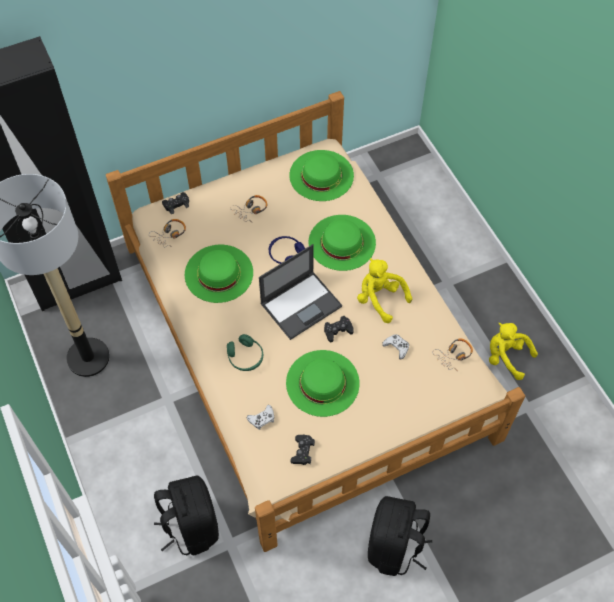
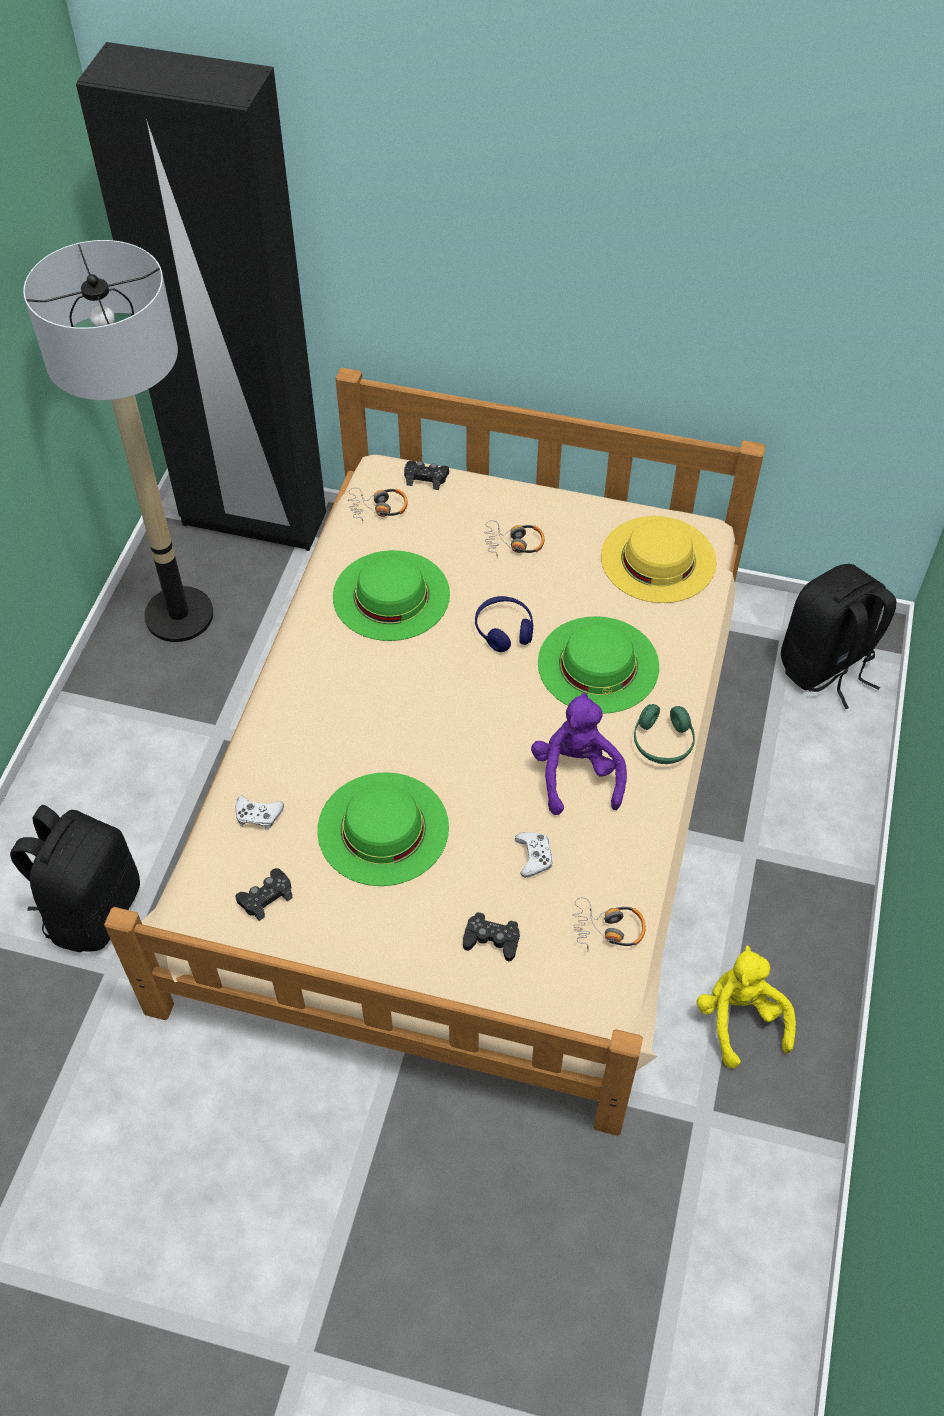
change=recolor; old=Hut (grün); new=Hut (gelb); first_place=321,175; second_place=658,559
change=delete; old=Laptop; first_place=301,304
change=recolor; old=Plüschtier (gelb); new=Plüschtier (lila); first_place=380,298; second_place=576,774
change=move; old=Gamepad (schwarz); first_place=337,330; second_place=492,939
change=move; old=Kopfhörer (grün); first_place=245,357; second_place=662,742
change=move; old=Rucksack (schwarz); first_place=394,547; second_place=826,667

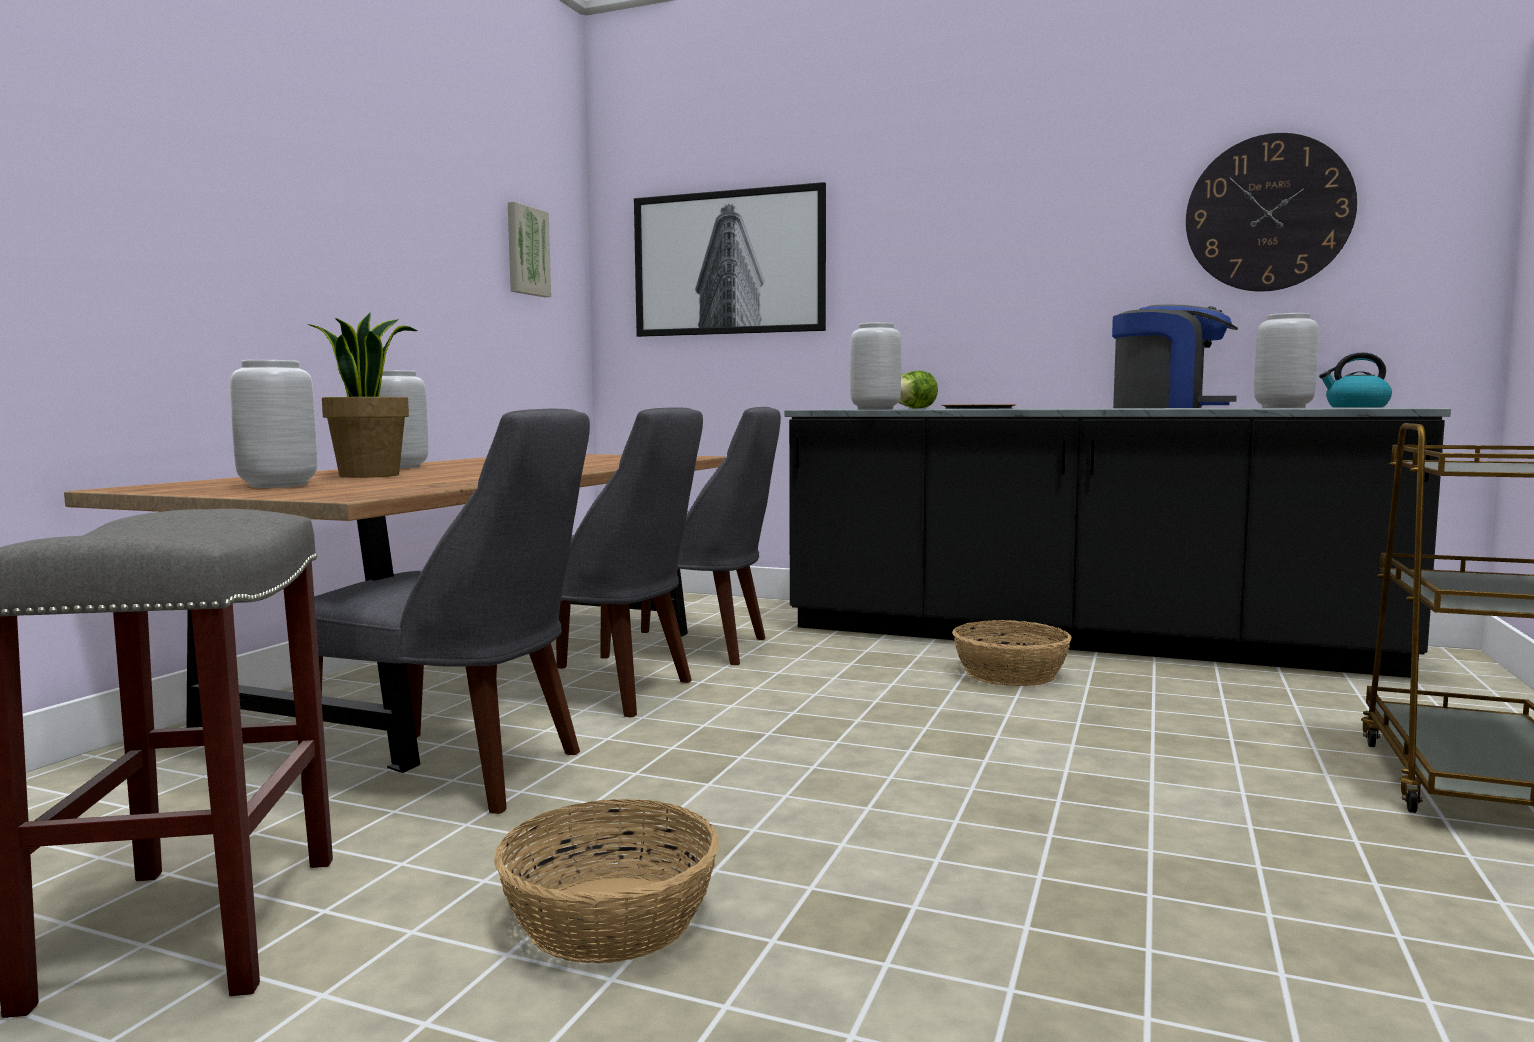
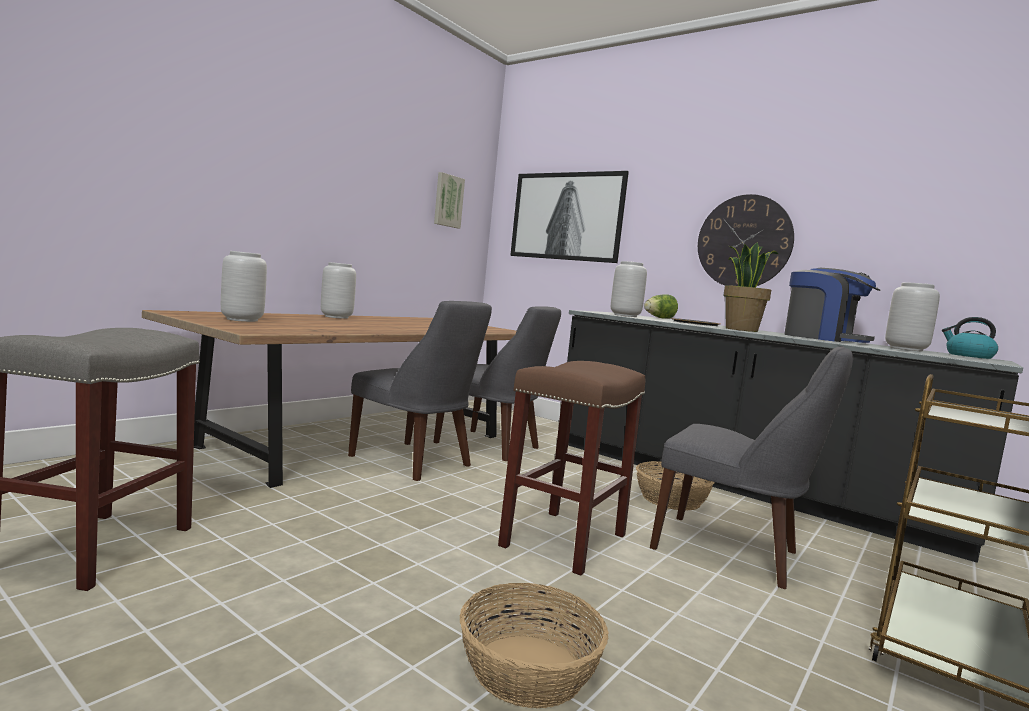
change=move; old=Wanduhr; first_place=1268,213; second_place=744,242
change=move; old=Topfpflanze; first_place=369,475; second_place=741,330
change=move; old=Stuhl (grau); first_place=461,773; second_place=732,552
change=move; old=Korb; first_place=612,919; second_place=529,670
change=insert; new=Hocker (braun); second_place=564,541

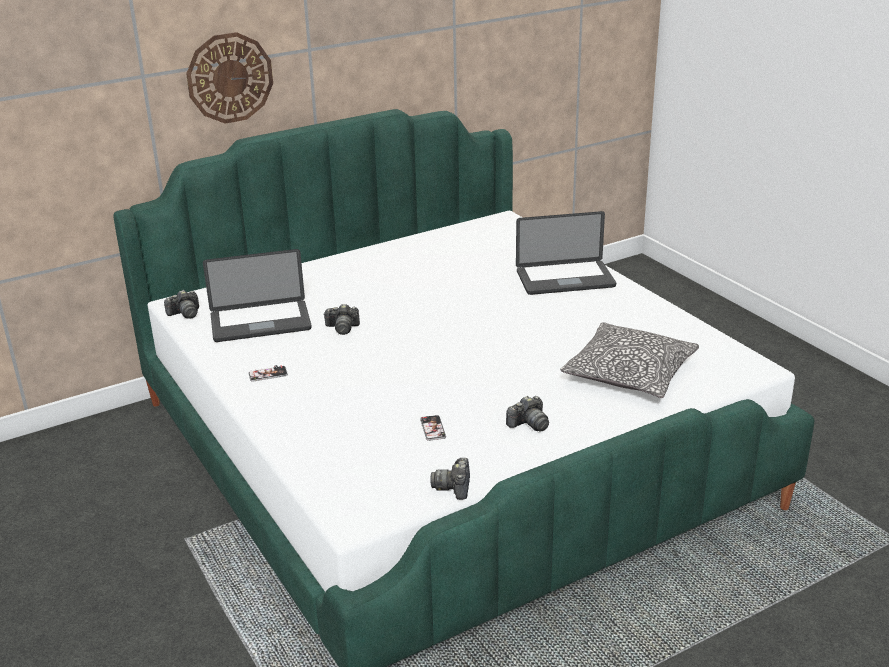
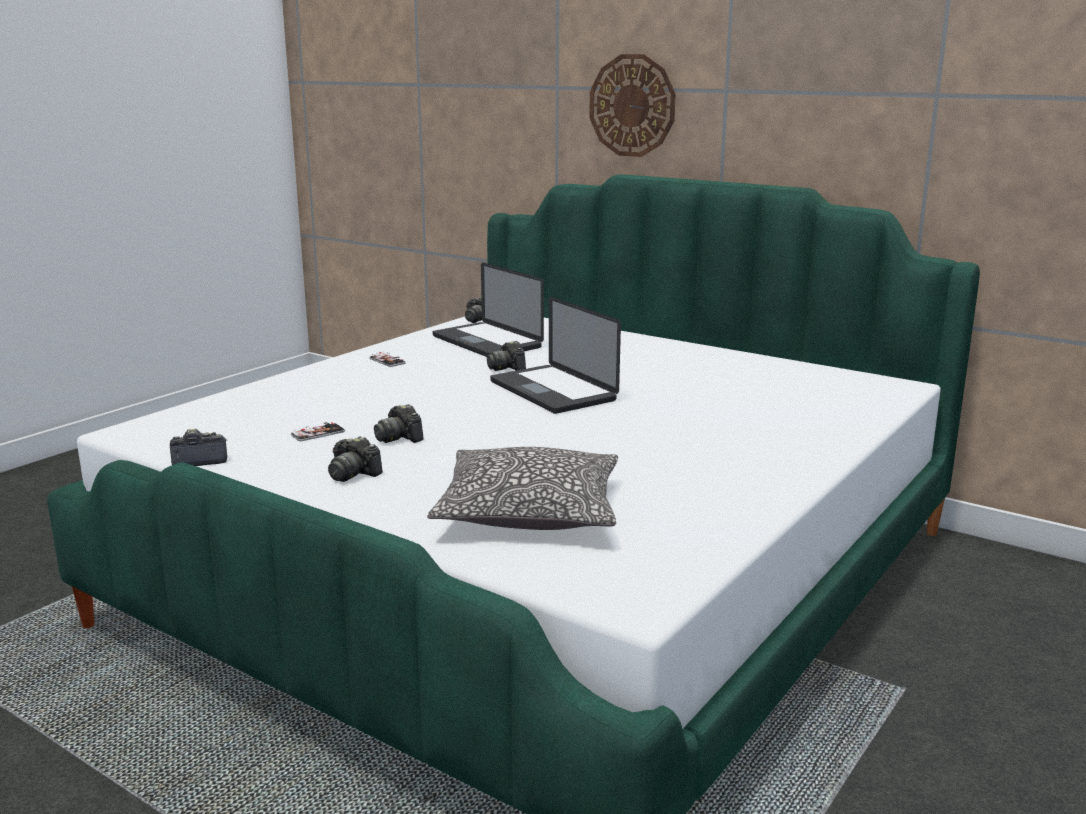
change=move; old=Laptop; first_place=565,279; second_place=552,391
change=insert; new=Kamera; second_place=399,437

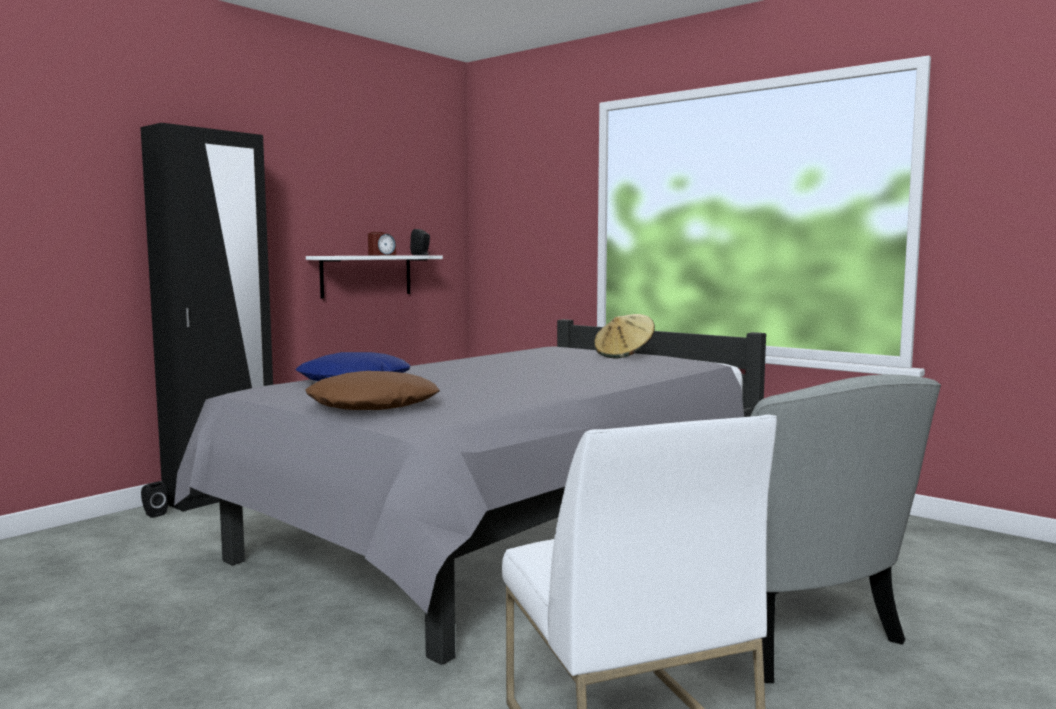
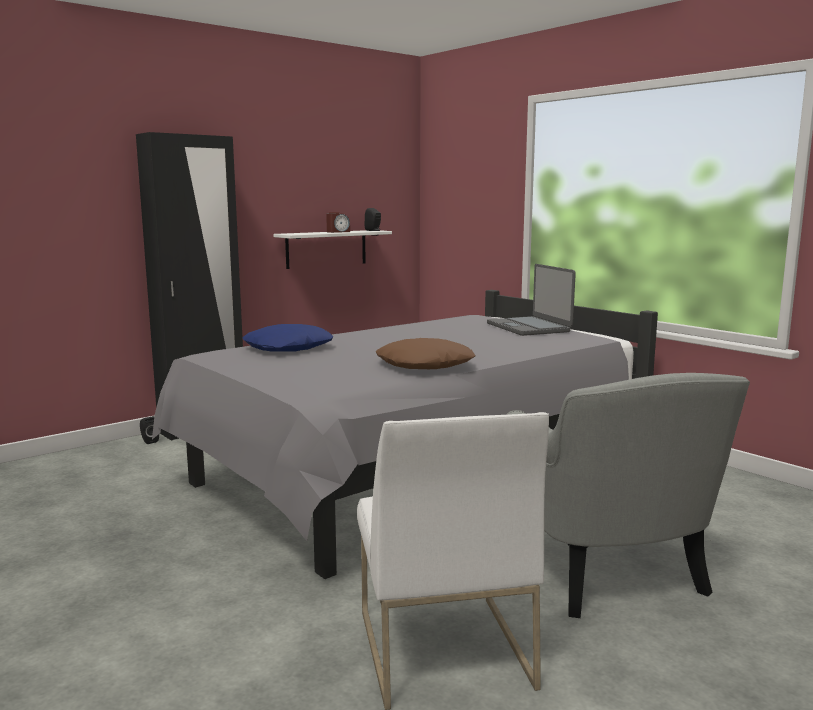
change=replace; old=Hut (beige); new=Laptop; first_place=624,355; second_place=529,327
change=move; old=Kissen (braun); first_place=372,405; second_place=424,364

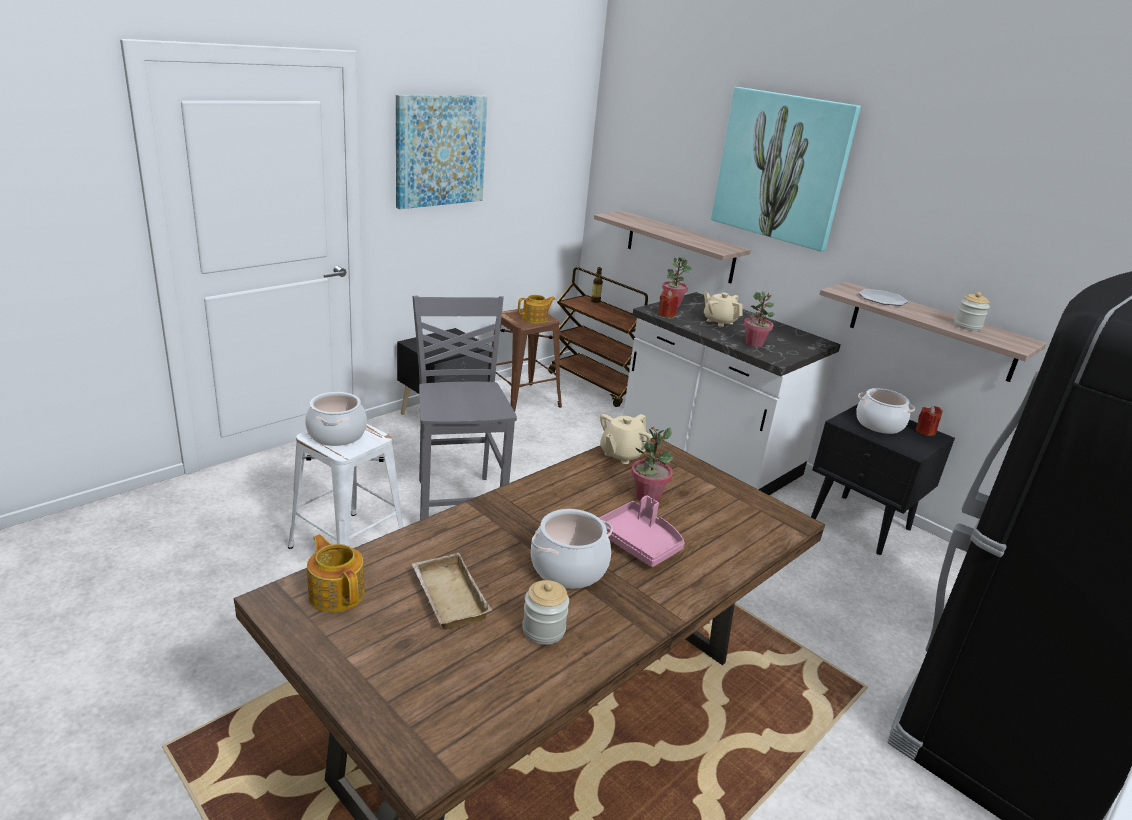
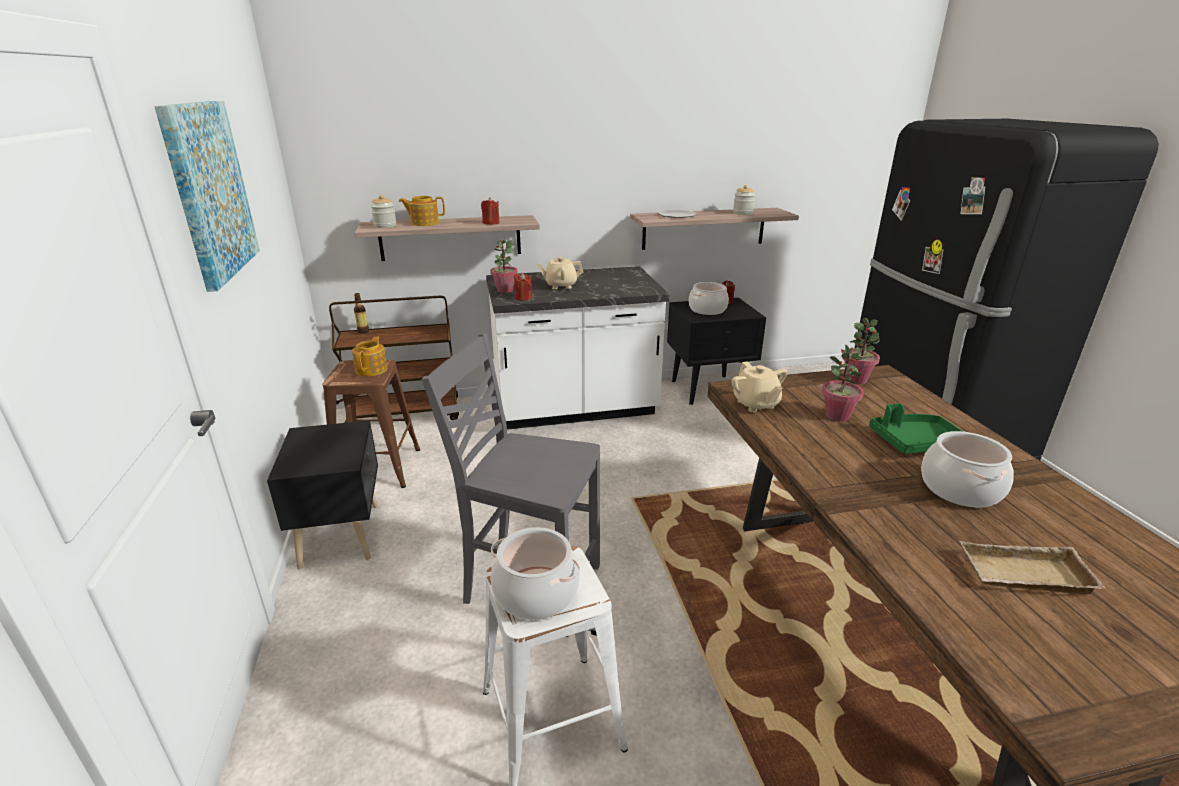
change=delete; old=Bild; first_place=782,167
change=move; old=Topfpflanze; first_place=754,344; second_place=856,379
change=recolor; old=Tablett (rosa); new=Tablett (grün); first_place=639,542; second_place=915,442
change=move; old=Teekanne; first_place=336,593; second_place=424,223
change=move; old=Vorratsglas; first_place=543,630; second_place=385,226
change=insert; new=Kerze (rot); second_place=491,223

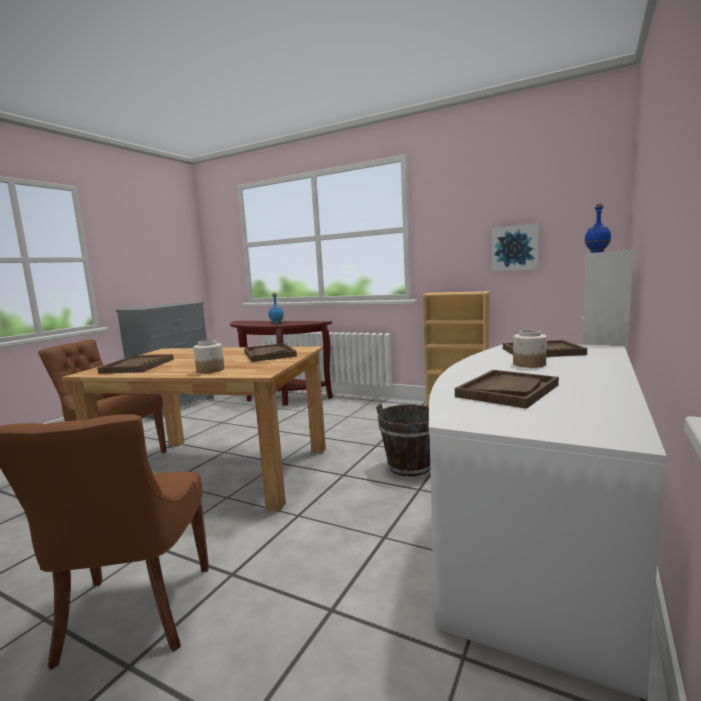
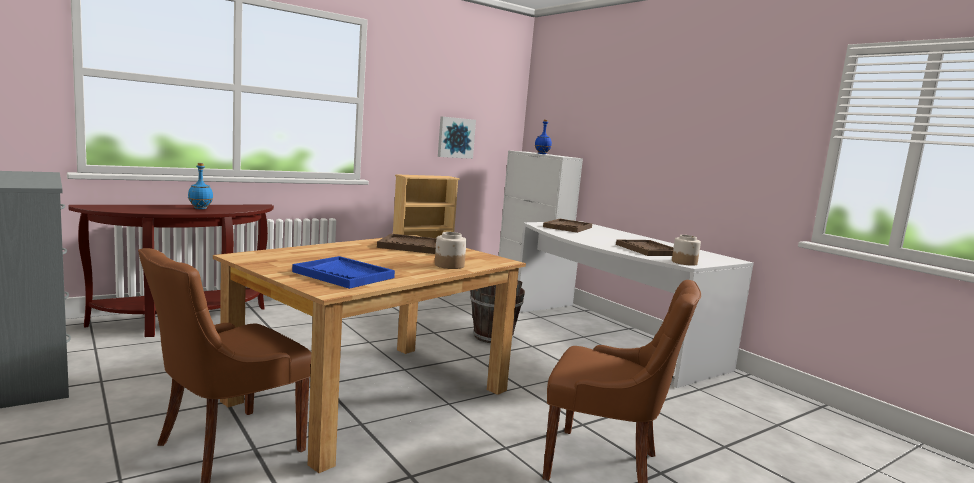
change=move; old=Vorratsglas; first_place=529,364; second_place=684,262
change=recolor; old=Tablett (braun); new=Tablett (blau); first_place=138,366; second_place=344,275

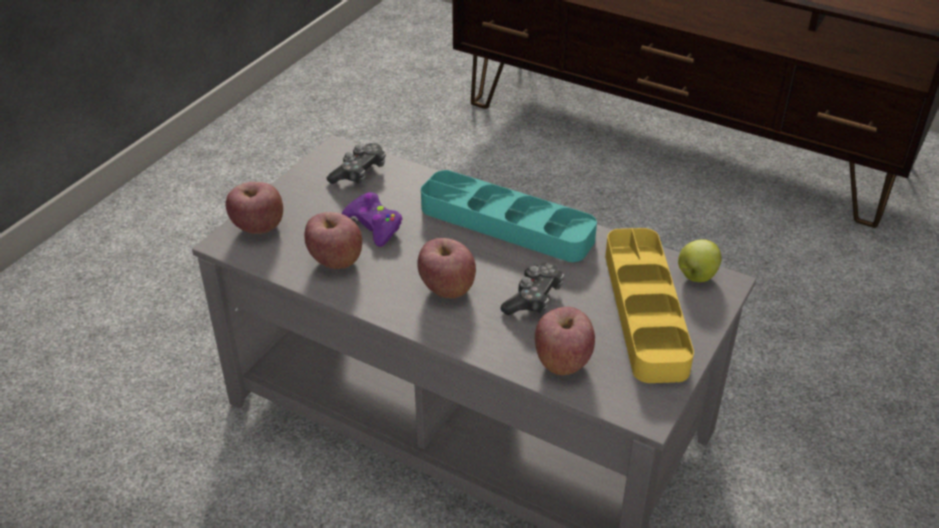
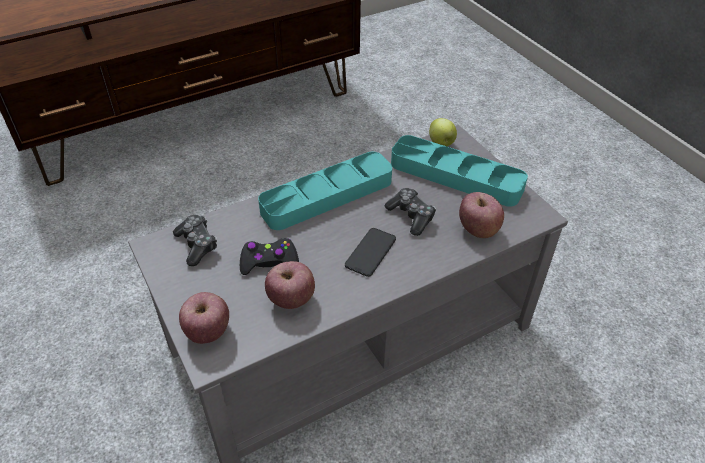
change=recolor; old=Gamepad (lila); new=Gamepad (schwarz); first_place=374,225; second_place=269,261
change=recolor; old=Tablett (gelb); new=Tablett (türkis); first_place=645,310; second_place=456,176
change=replace; old=Apfel; new=Handy; first_place=447,288; second_place=370,252

